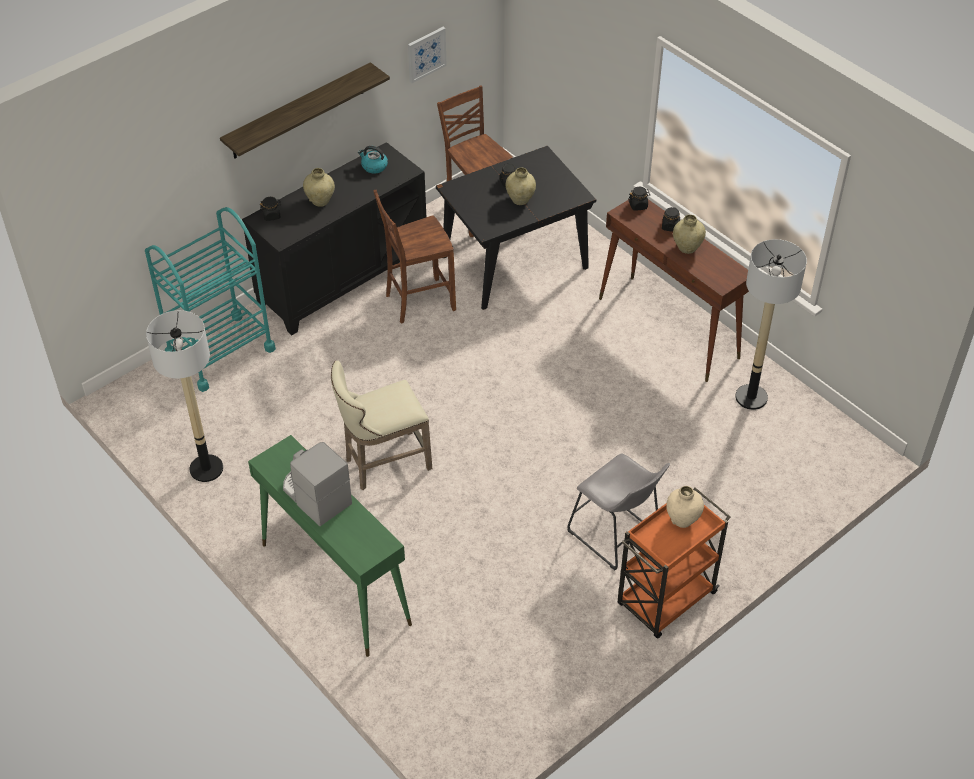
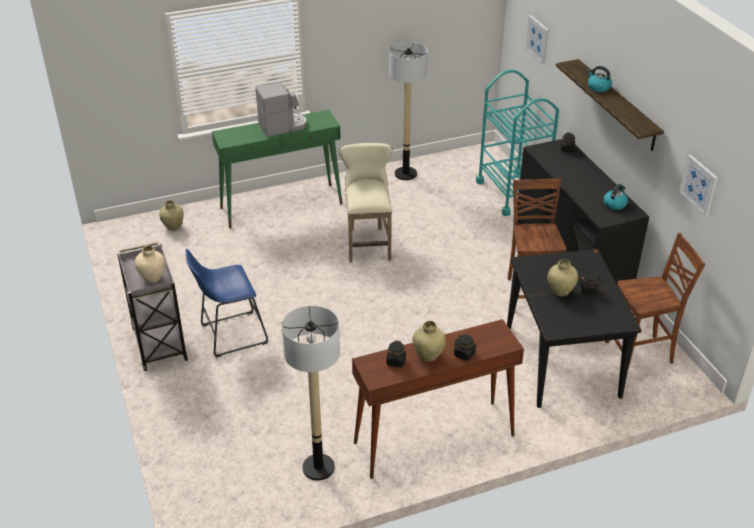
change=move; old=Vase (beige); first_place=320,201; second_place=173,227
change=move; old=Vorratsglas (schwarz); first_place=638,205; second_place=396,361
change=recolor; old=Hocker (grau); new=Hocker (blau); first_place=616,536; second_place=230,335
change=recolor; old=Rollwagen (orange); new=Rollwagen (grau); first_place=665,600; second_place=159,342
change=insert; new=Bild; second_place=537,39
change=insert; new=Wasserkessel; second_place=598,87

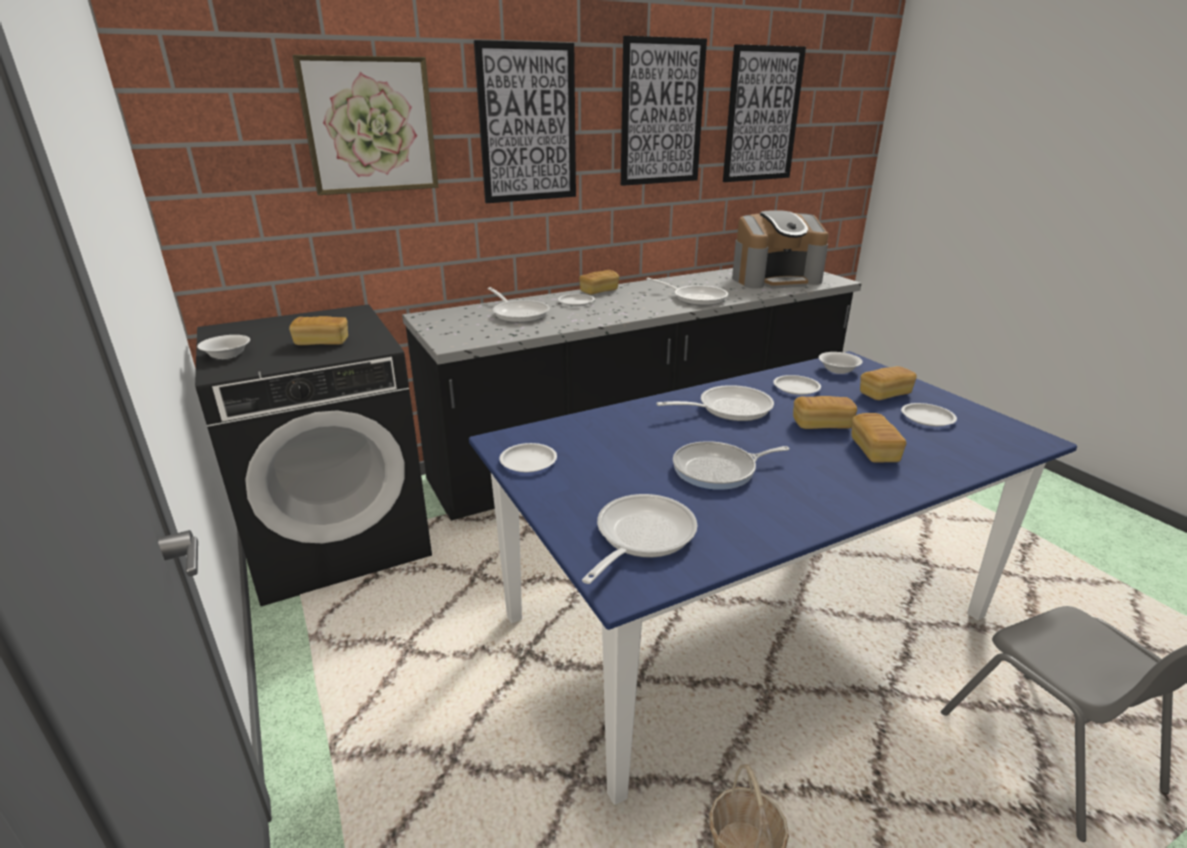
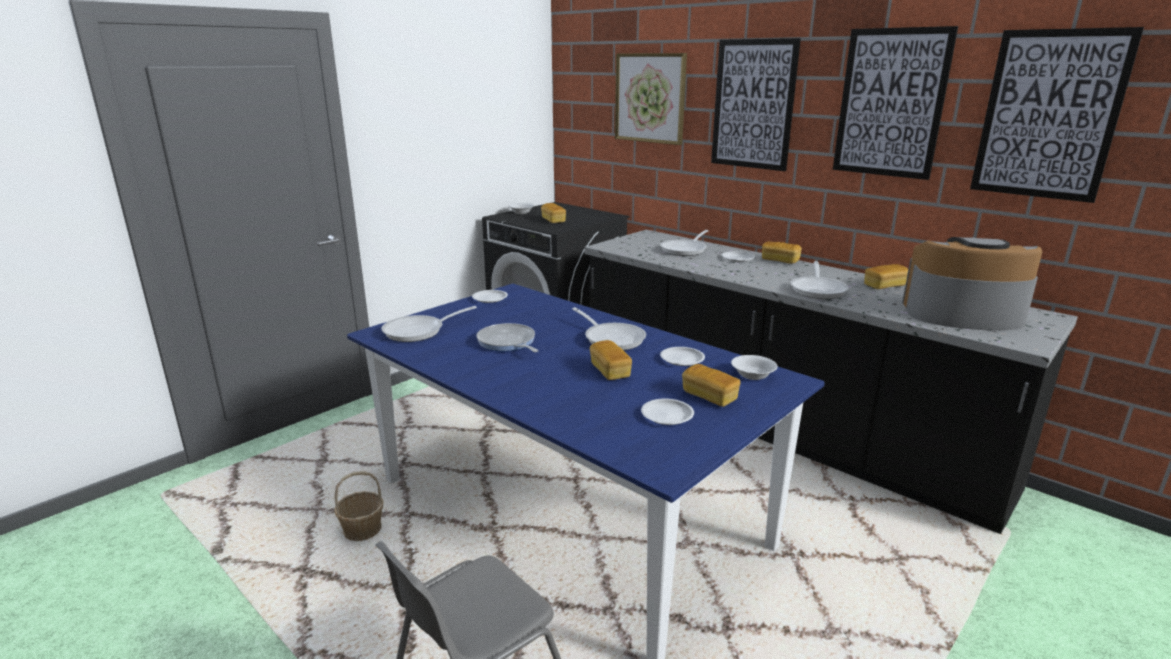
change=rotate; old=Kaffeemaschine; first_place=775,279; second_place=961,314; degrees=135
change=move; old=Brot; first_place=874,450; second_place=884,286
change=rotate; old=Pfanne; first_place=640,537; second_place=419,331; degrees=135

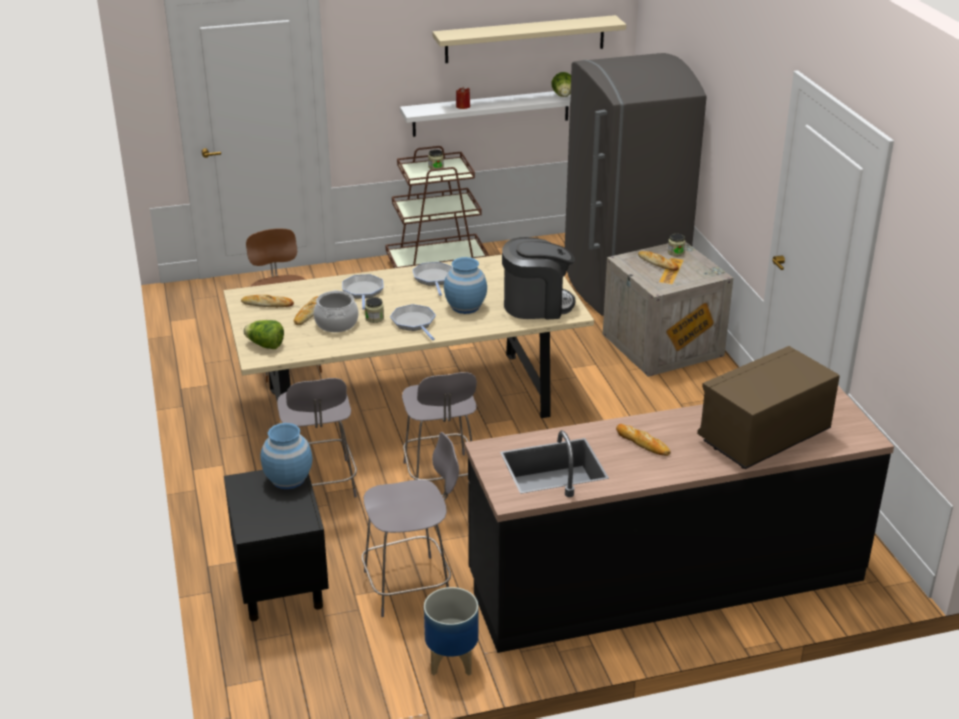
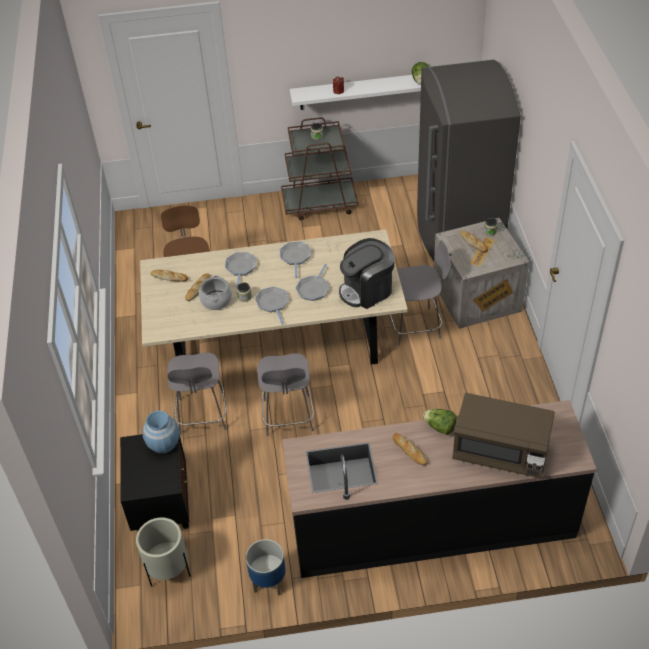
change=delete; old=Wandregal (beige); first_place=525,39
change=rotate; old=Kaffeemaschine; first_place=536,305; second_place=367,290; degrees=150
change=replace; old=Vase (blau); new=Pfanne; first_place=465,307; second_place=313,289
change=move; old=Salatkopf; first_place=265,345; second_place=440,427
change=rotate; old=Mikrowelle (braun); first_place=763,437; second_place=500,451; degrees=-135
change=move; old=Stuhl (grau); first_place=410,585; second_place=416,326
change=insert; new=Pflanzkübel (beige); second_place=168,571

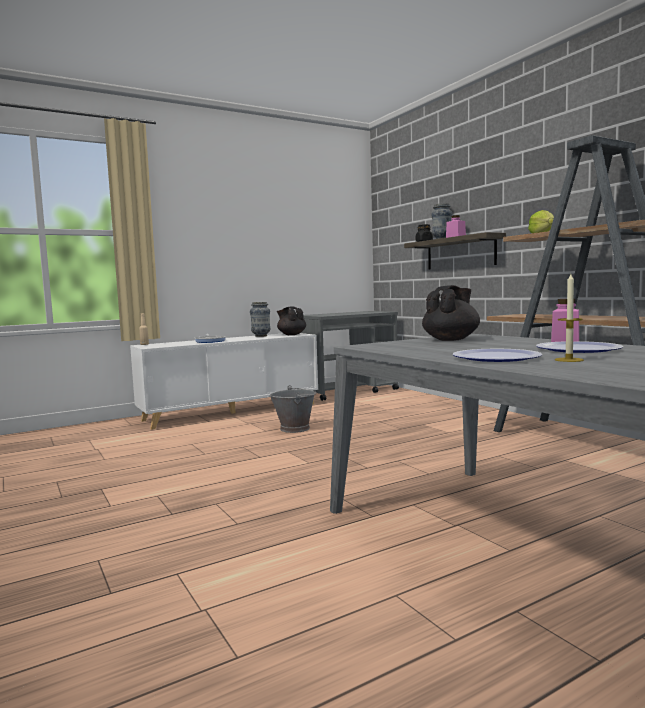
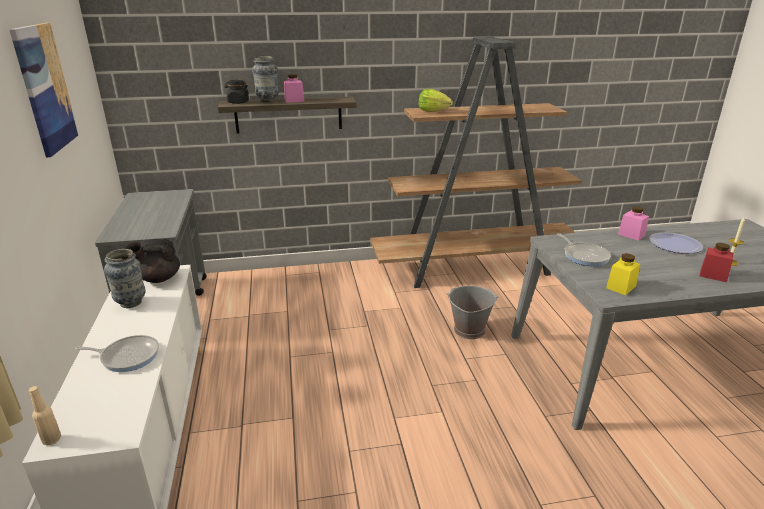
change=replace; old=Teekanne (schwarz); new=Pfanne; first_place=451,340; second_place=584,256
change=replace; old=Teller; new=Vorratsglas (rot); first_place=496,358; second_place=713,275
change=move; old=Eimer (grau); first_place=295,428; second_place=469,330
change=insert; new=Bild; second_place=45,88
change=insert; new=Vorratsglas (gelb); second_place=621,287

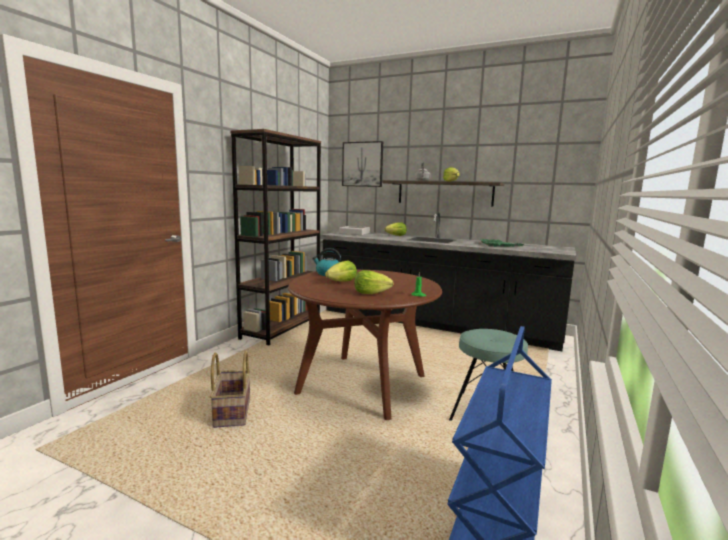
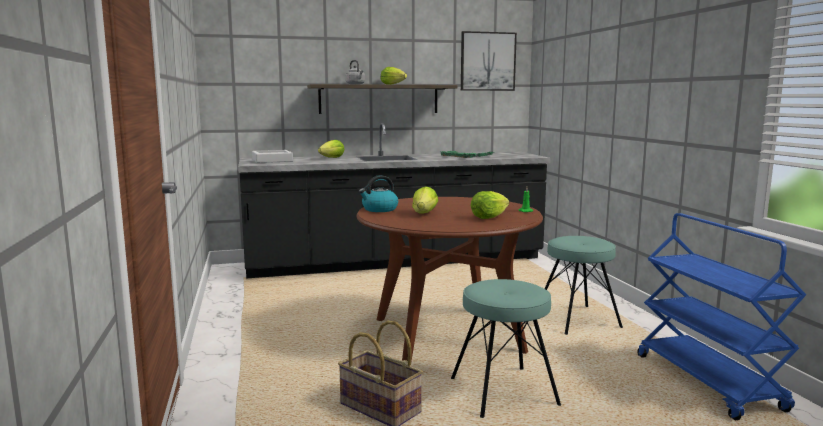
change=delete; old=Bücherregal (braun); first_place=282,329
change=move; old=Bild; first_place=362,164; second_place=487,61
change=insert; new=Hocker (türkis); second_place=503,392

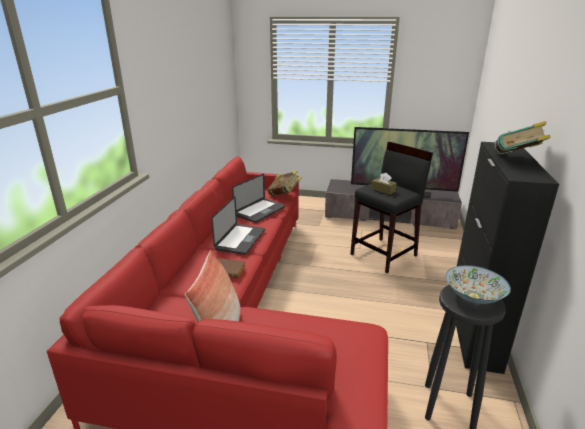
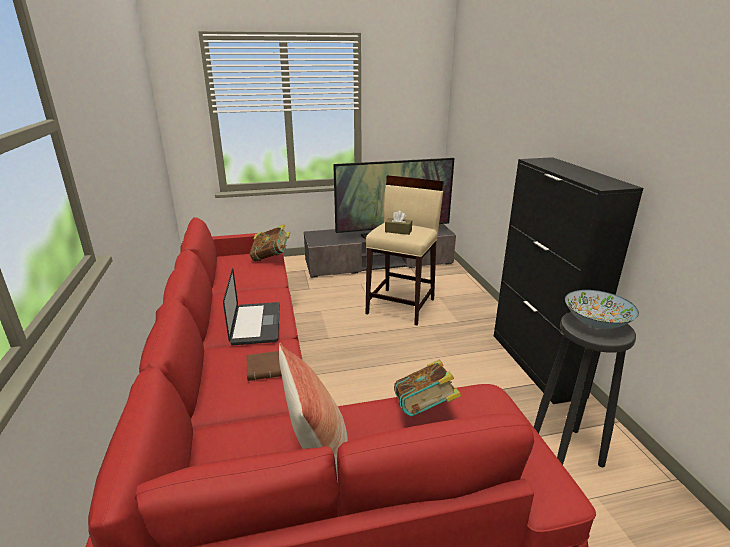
change=move; old=Buch; first_place=516,160; second_place=424,410
change=recolor; old=Hocker (schwarz); new=Hocker (beige); first_place=384,255; second_place=401,306
change=delete; old=Laptop; first_place=260,211

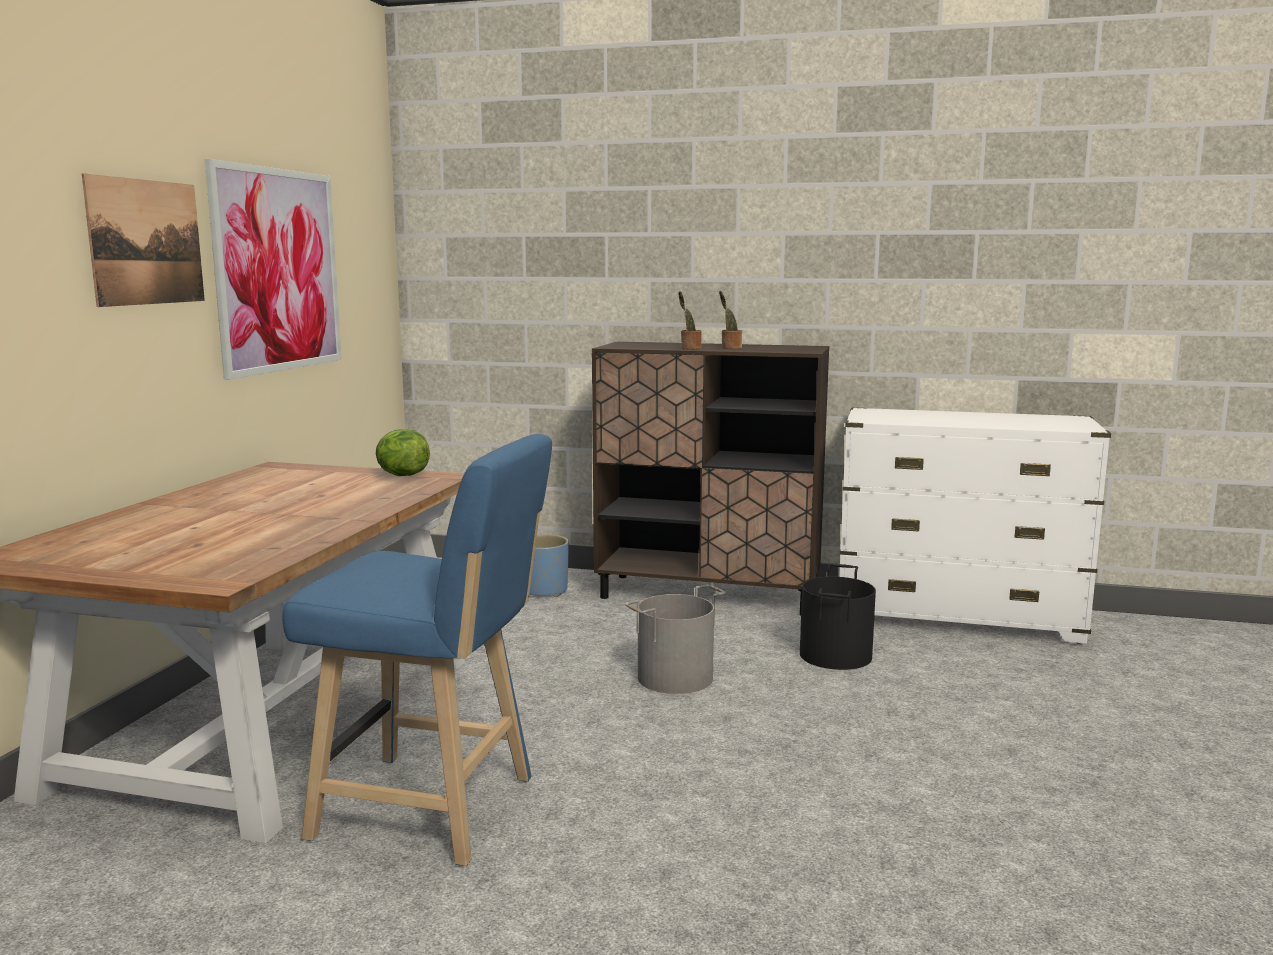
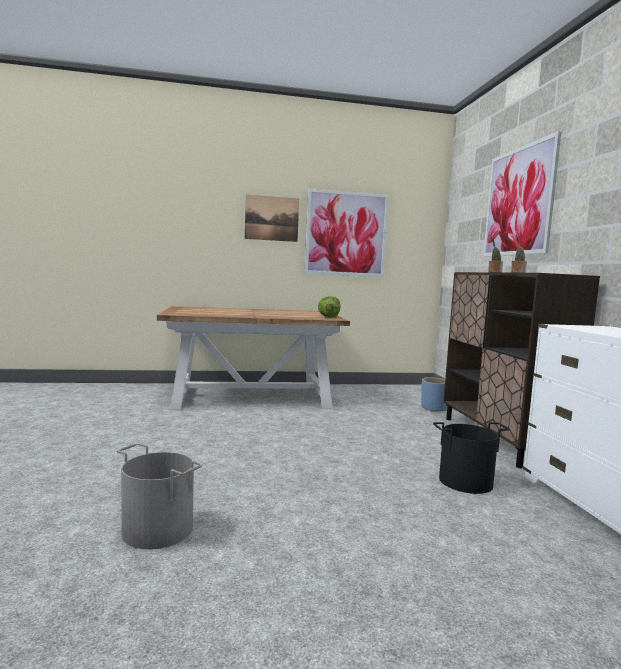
change=delete; old=Hocker (blau); first_place=435,810
change=move; old=Eimer (grau); first_place=676,678; second_place=157,530
change=insert; new=Bild; second_place=518,201

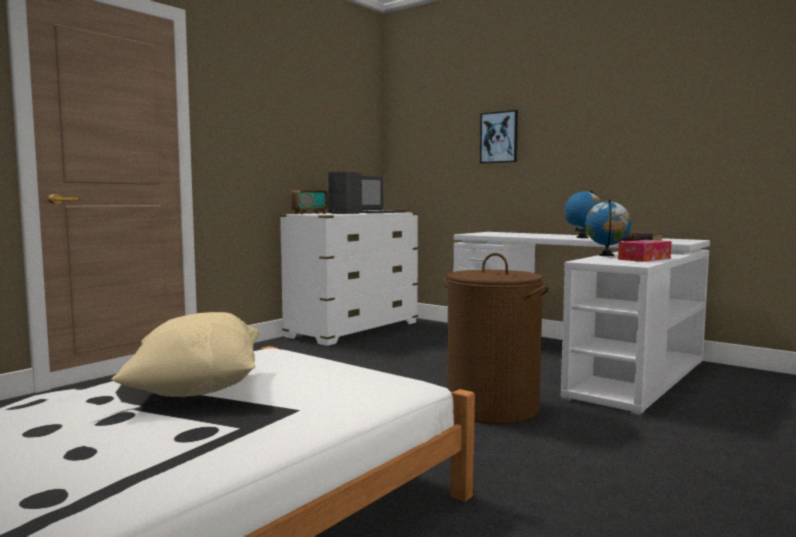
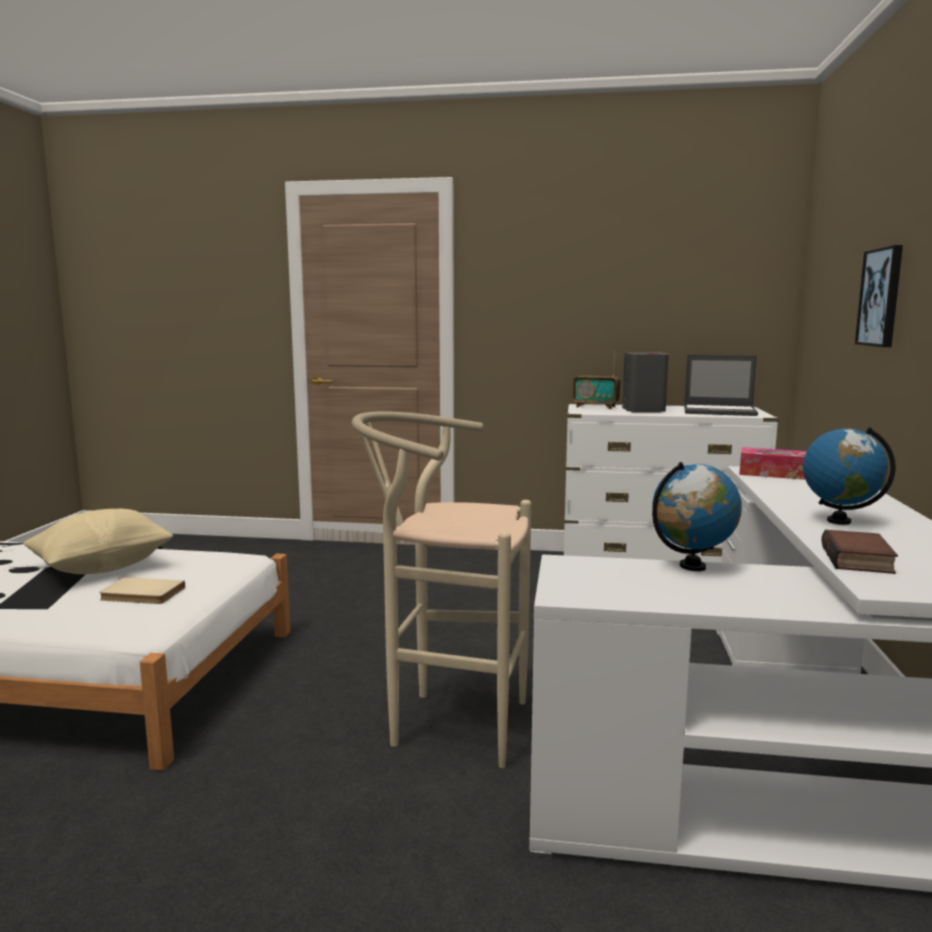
change=move; old=Taschentuchbox; first_place=644,259; second_place=774,474
change=replace; old=Wäschekorb (braun); new=Hocker (beige); first_place=491,408; second_place=445,723
change=insert; new=Buch (beige); second_place=141,595

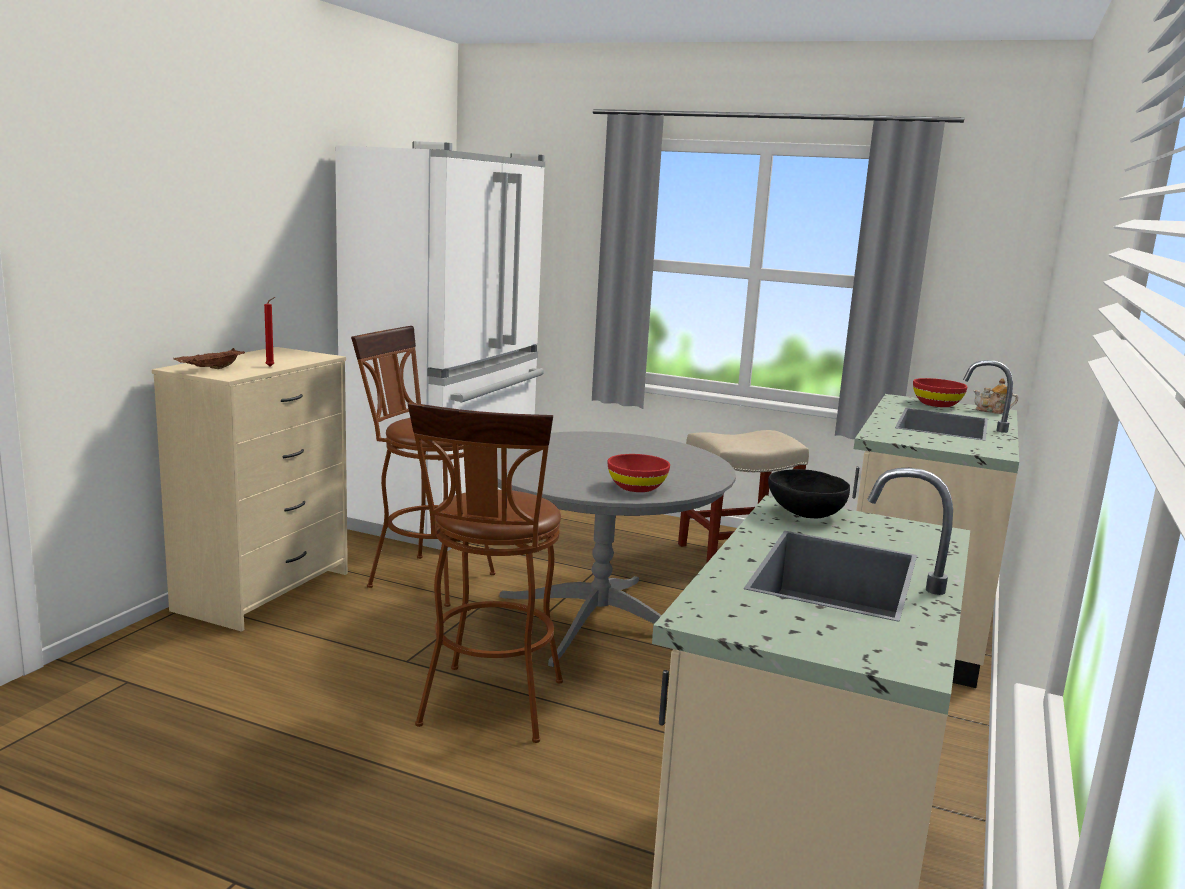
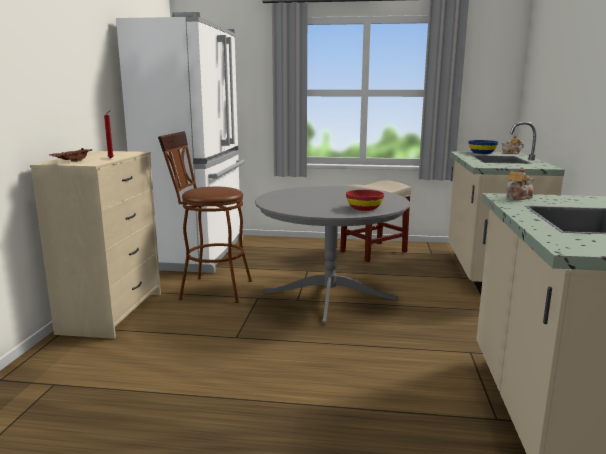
change=recolor; old=Schüssel (rot); new=Schüssel (blau); first_place=936,404; second_place=482,153
change=delete; old=Hocker (braun); first_place=489,709
change=replace; old=Schüssel (schwarz); new=Teekanne; first_place=805,513; second_place=518,197

